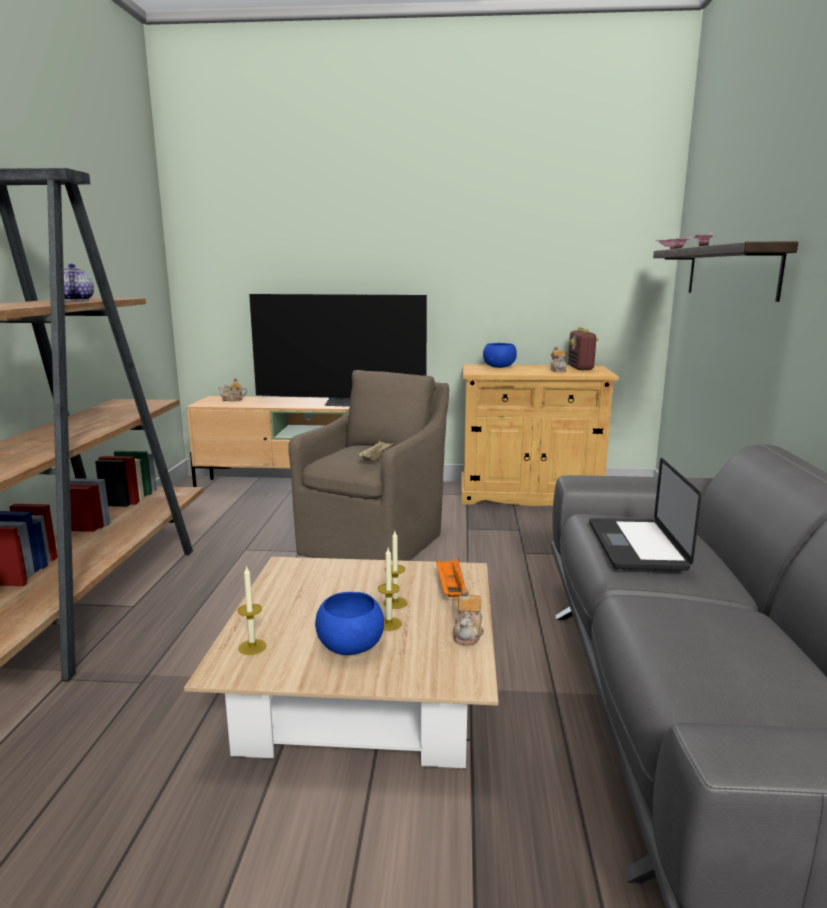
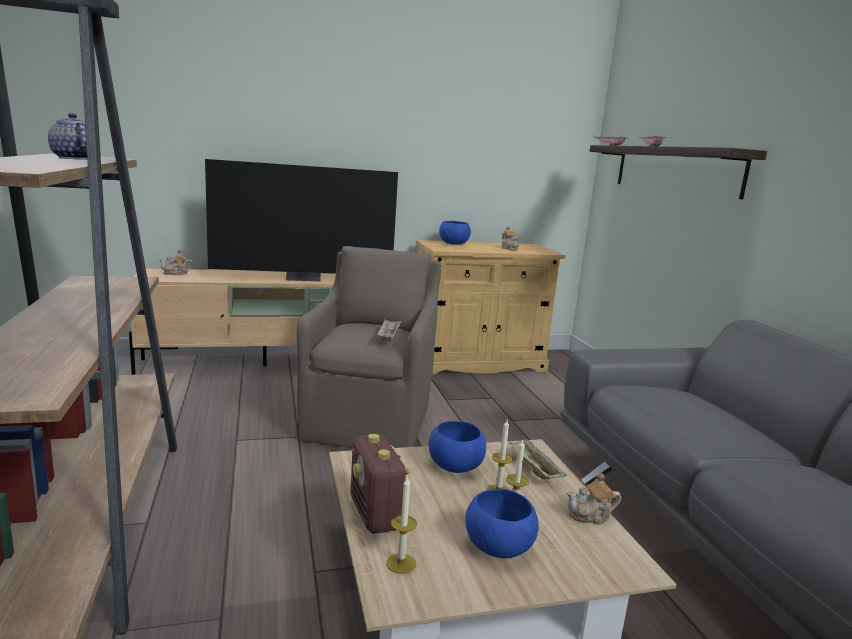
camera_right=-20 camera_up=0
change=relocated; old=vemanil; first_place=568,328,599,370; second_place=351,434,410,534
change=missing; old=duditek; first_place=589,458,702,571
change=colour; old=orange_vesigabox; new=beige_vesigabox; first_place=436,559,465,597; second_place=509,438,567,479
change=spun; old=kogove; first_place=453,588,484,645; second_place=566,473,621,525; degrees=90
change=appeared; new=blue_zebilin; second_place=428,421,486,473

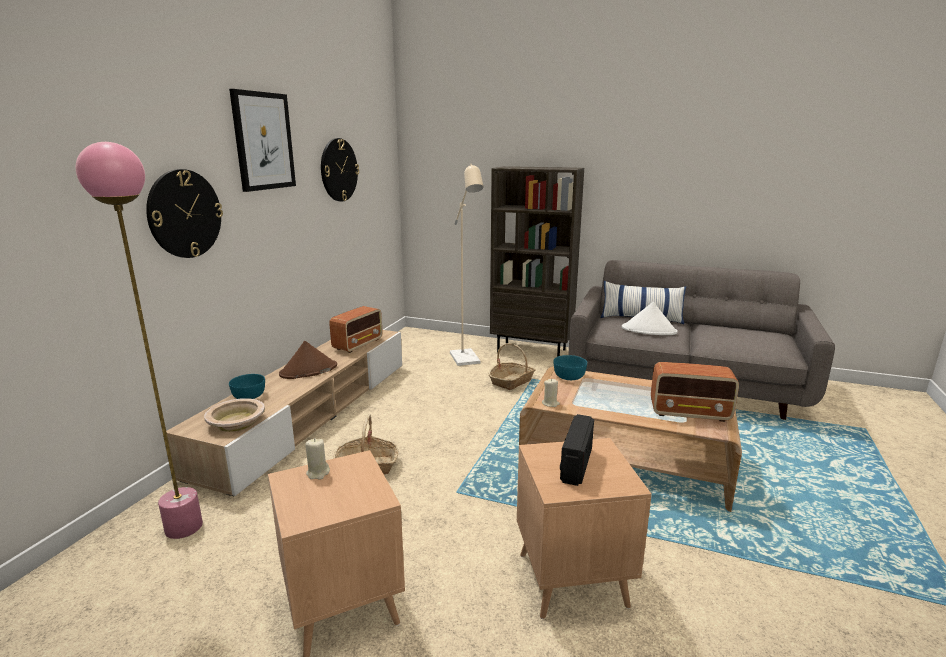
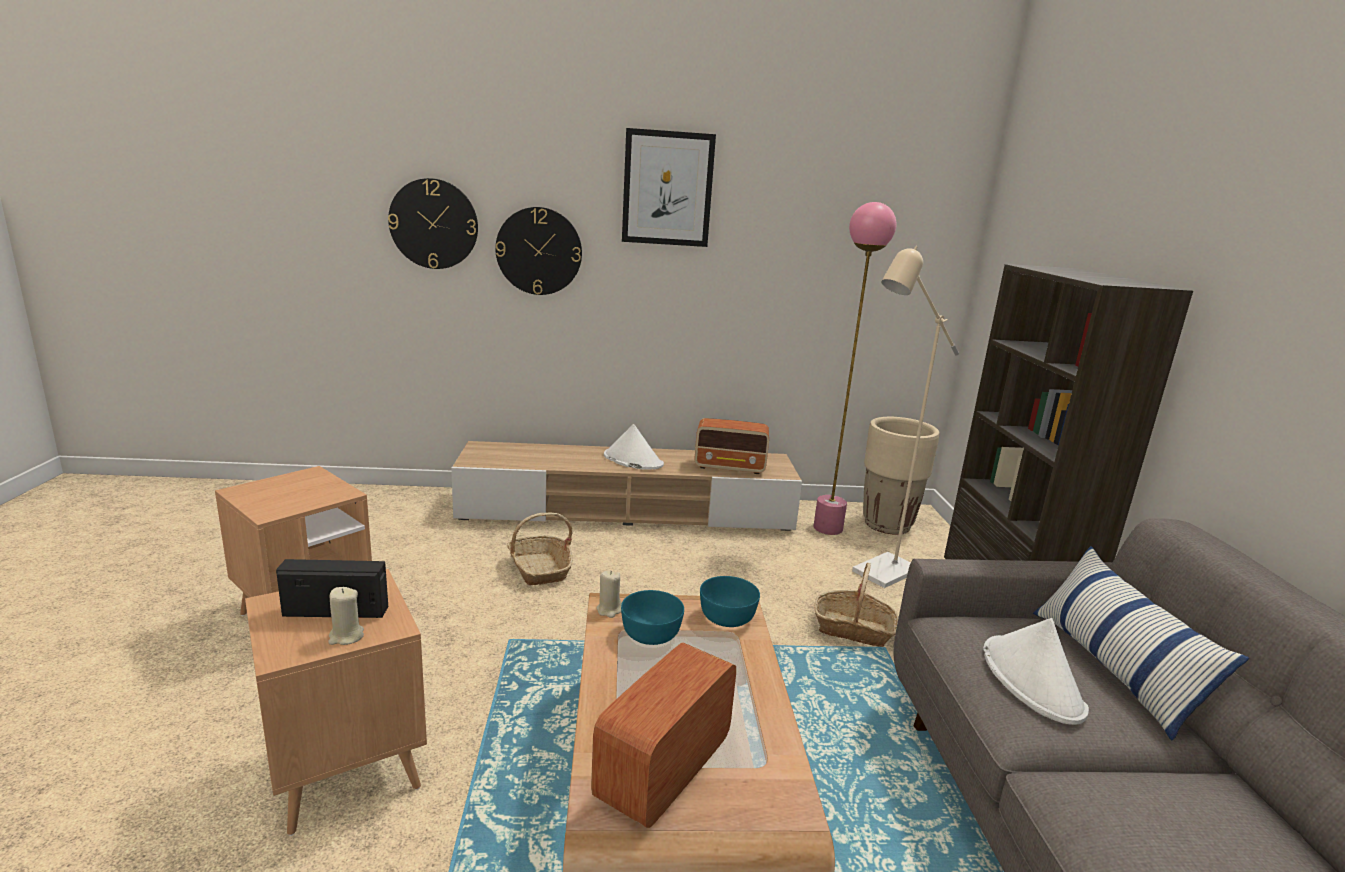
camera_right=65 camera_up=0
change=relocated; old=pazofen; first_place=321,138,359,201; second_place=388,178,478,269
change=relocated; old=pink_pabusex; first_place=75,142,203,539; second_place=814,202,897,535
change=colour; old=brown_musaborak; new=white_musaborak; first_place=279,341,337,379; second_place=604,424,664,470
change=spun; old=vemanil; first_place=651,362,739,422; second_place=591,642,736,828; degrees=45
change=relocated; old=turquoise_zebilin; first_place=229,374,265,399; second_place=621,590,684,645
change=missing; old=beige_zebilin; first_place=204,398,265,432
change=relocated; old=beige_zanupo; first_place=305,439,330,480; second_place=328,587,364,645
change=appeared; new=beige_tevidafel; second_place=863,417,939,535

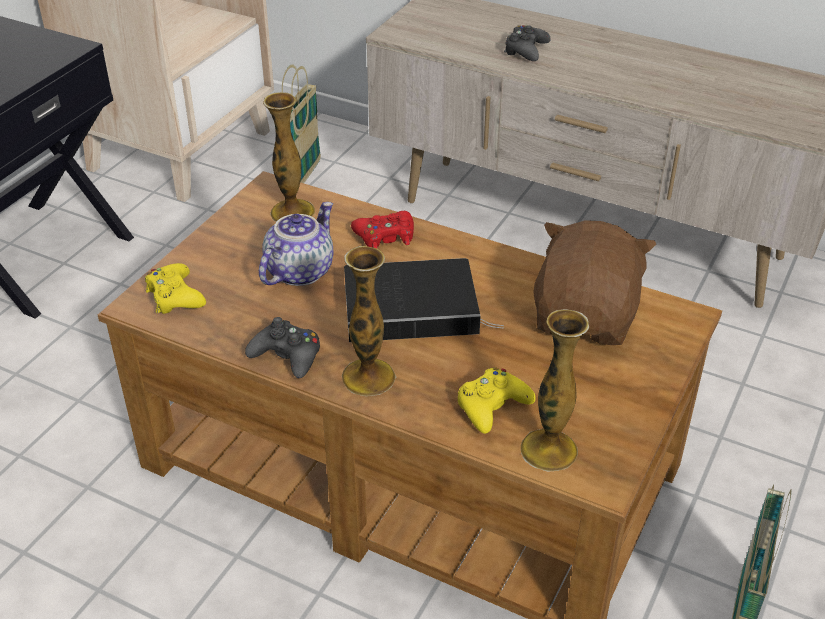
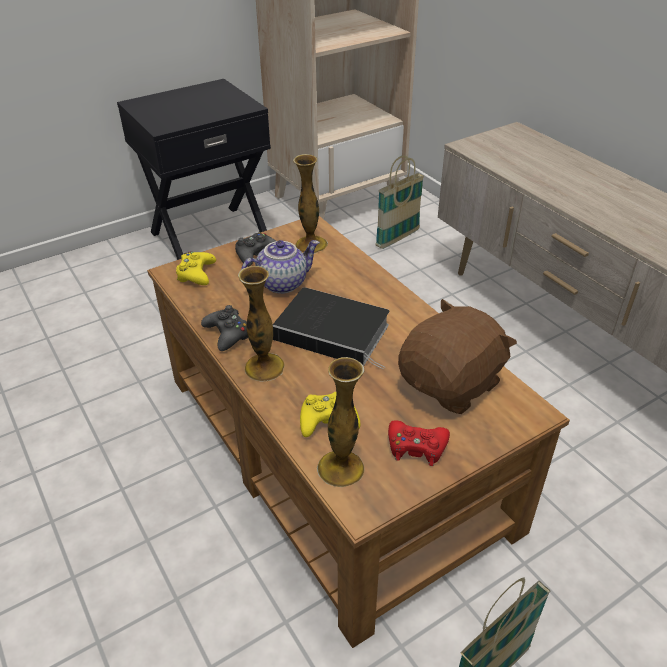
camera_right=30 camera_up=0
change=relocated; old=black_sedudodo; first_place=504,25,551,61; second_place=235,232,276,267
change=relocated; old=red_sedudodo; first_place=351,211,414,249; second_place=388,420,450,466

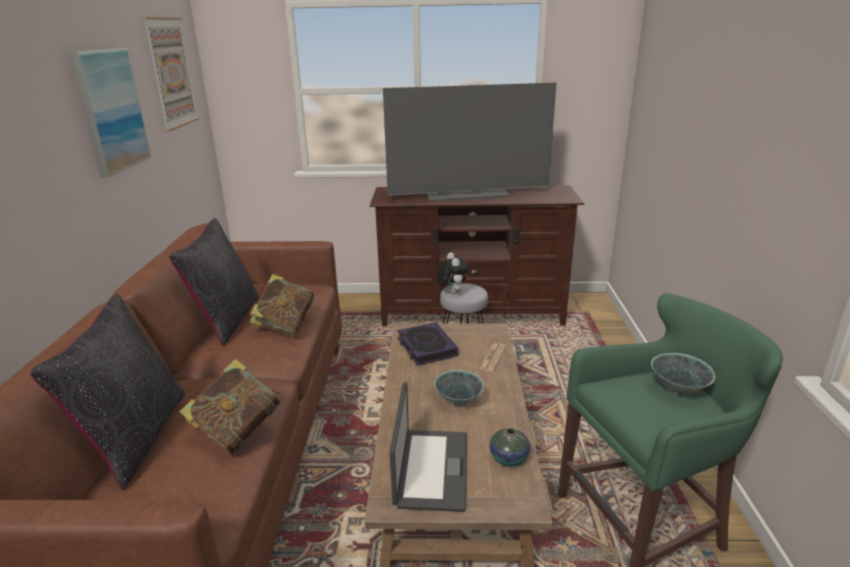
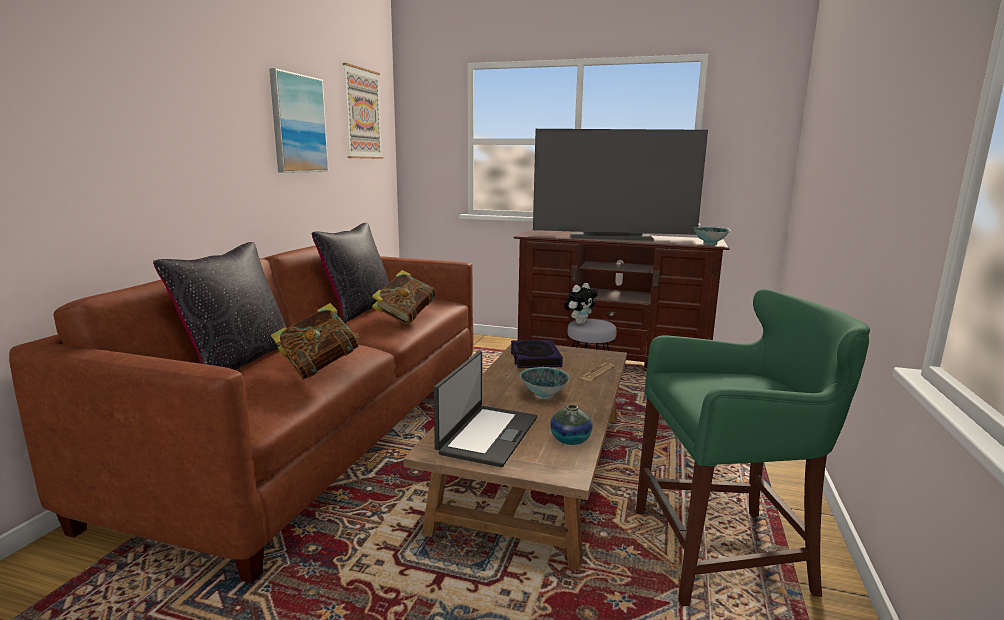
camera_right=15 camera_up=-10
change=spun; old=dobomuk; first_place=437,252,469,294; second_place=564,283,598,324; degrees=45
change=relocated; old=zebilin; first_place=651,353,715,396; second_place=693,227,731,245

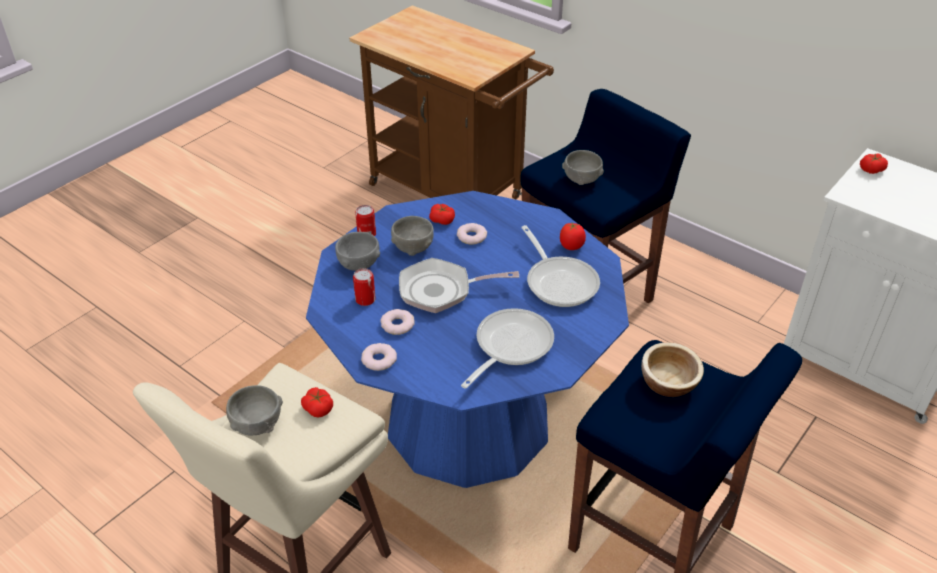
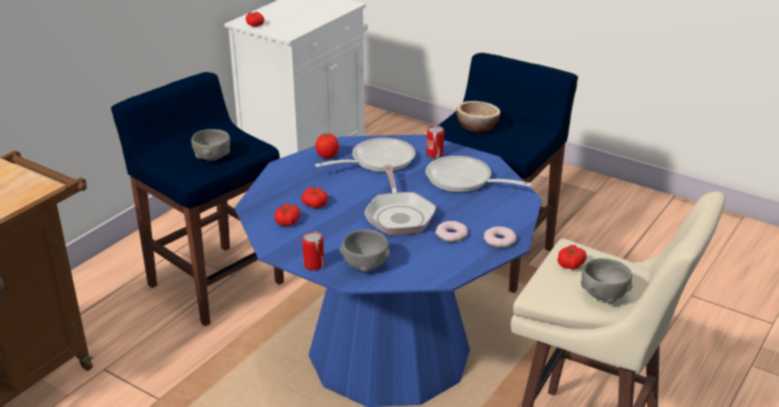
camera_right=-95 camera_up=-10
change=missing; old=grey_zebilin; first_place=391,216,434,256
change=exchanged; old=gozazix; new=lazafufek; first_place=457,223,487,245; second_place=301,187,328,208
change=relocated; old=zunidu; first_place=353,268,376,306; second_place=426,126,444,158

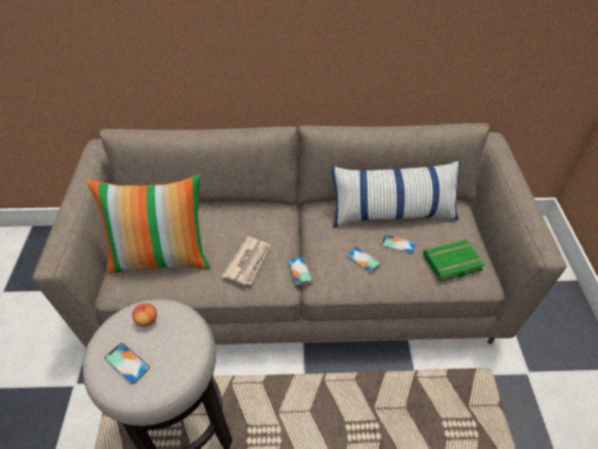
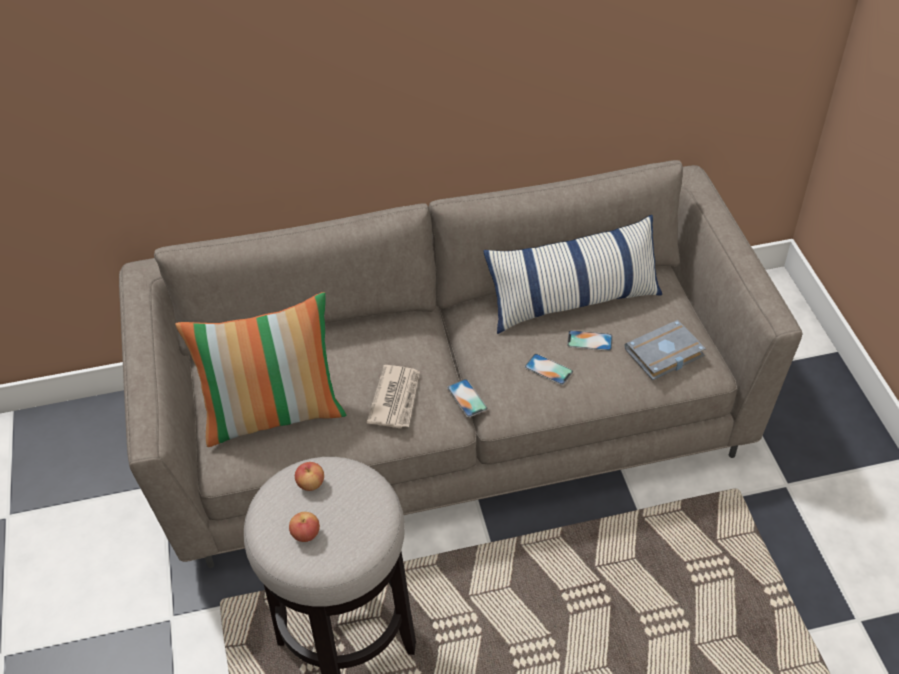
camera_right=-10 camera_up=0
change=colour; old=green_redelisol; new=grey_redelisol; first_place=423,240,485,282; second_place=624,320,706,380
change=exchanged; old=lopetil; new=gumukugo; first_place=104,343,150,384; second_place=289,512,320,542

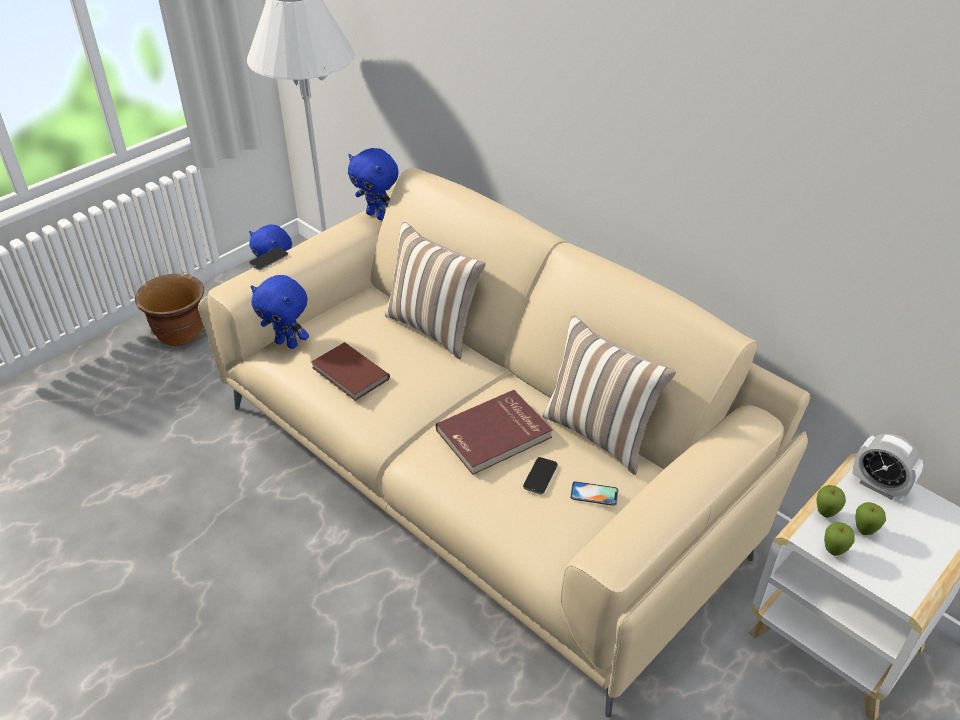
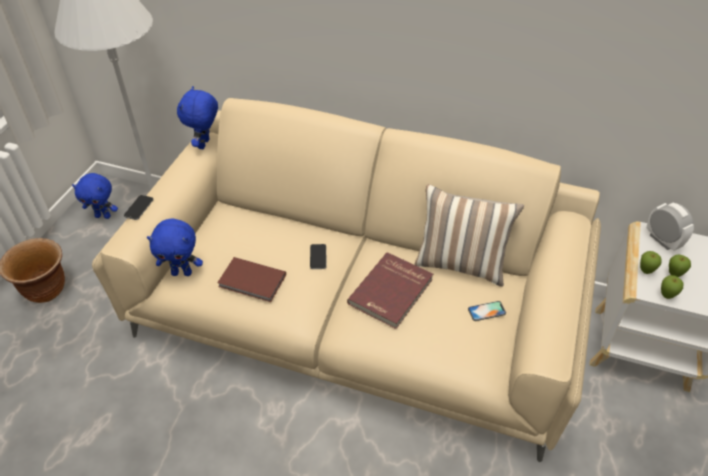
camera_right=-25 camera_up=5
change=spun; old=blue_dobomuk; first_place=348,148,399,220; second_place=177,86,218,149; degrees=90
change=missing; old=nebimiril; first_place=385,222,486,360
change=spun; old=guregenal; first_place=852,433,923,500; second_place=646,203,694,251; degrees=-135
change=relocated; old=lopetil; first_place=523,457,558,494; second_place=310,244,327,269

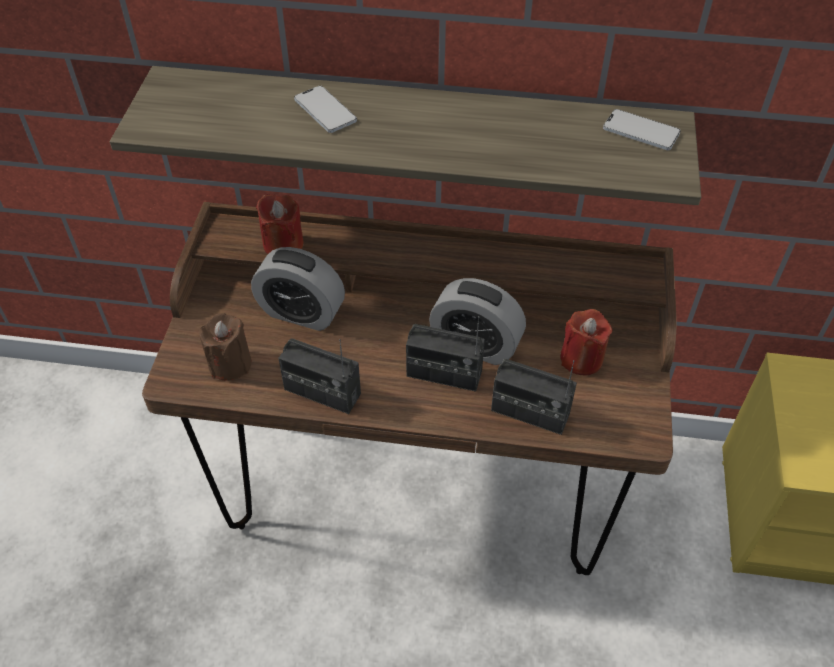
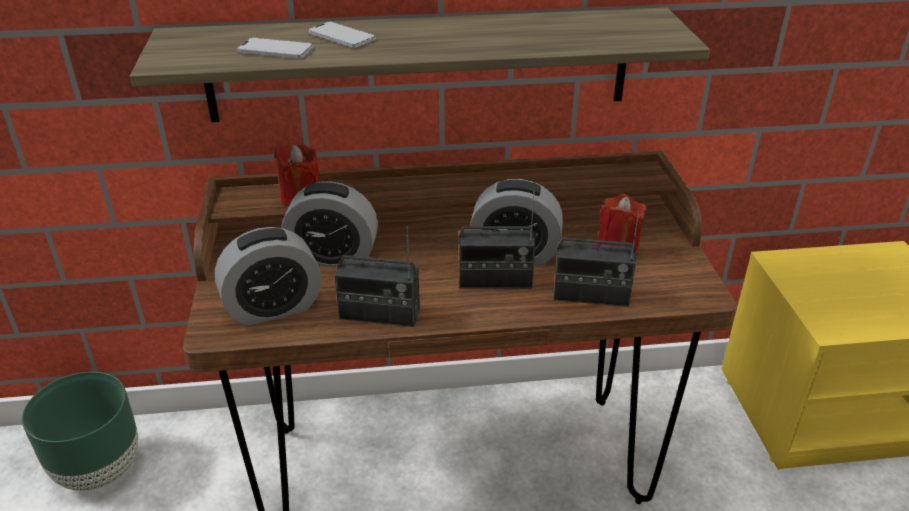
camera_right=-15 camera_up=-15
change=relocated; old=lopetil; first_place=603,109,681,150; second_place=237,38,314,58
change=exchanged; old=brown_zanupo; new=guregenal; first_place=199,313,252,380; second_place=215,227,321,326
change=appeared; new=green_tevidafel; second_place=22,372,138,491

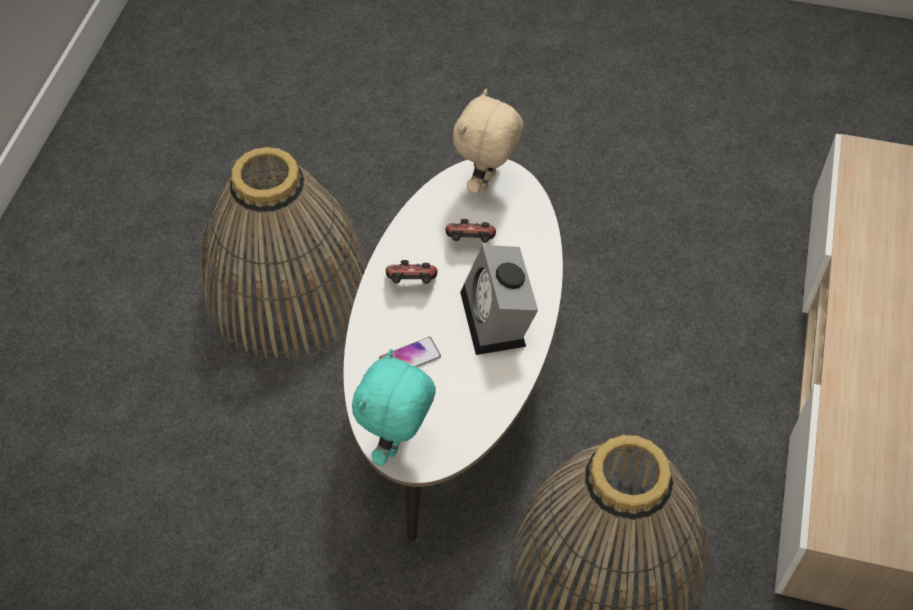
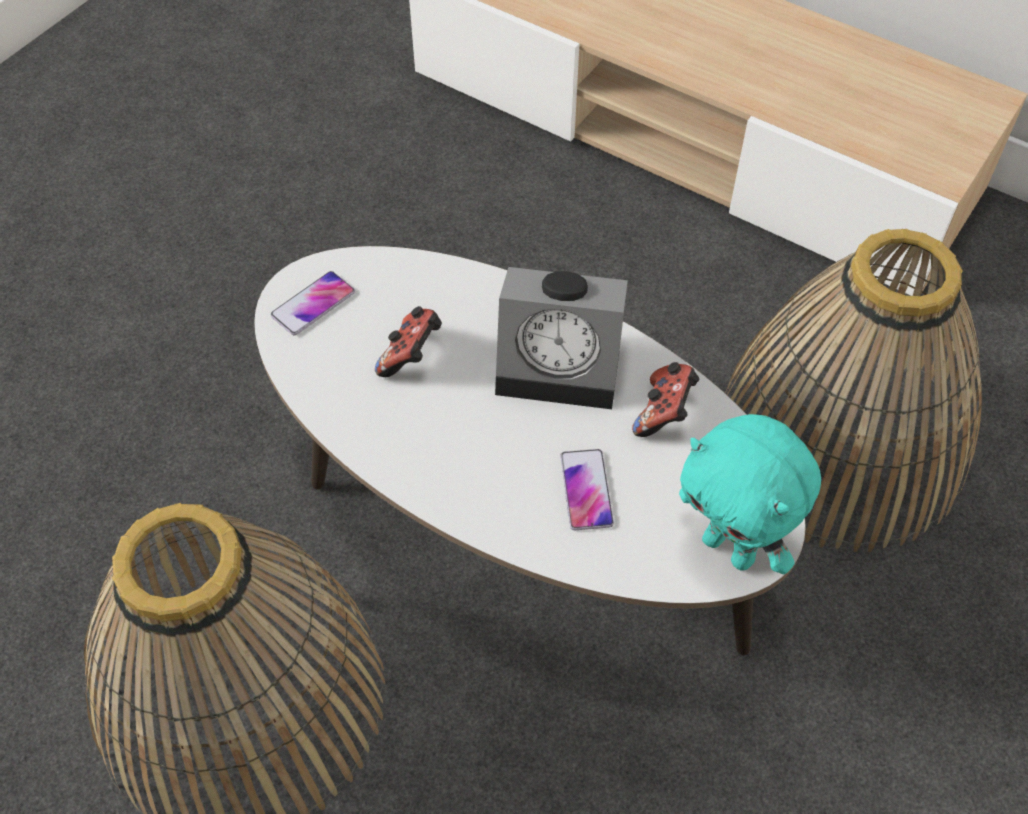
camera_right=-70 camera_up=0
change=exchanged; old=beige_dobomuk; new=lopetil; first_place=453,88,523,194; second_place=271,271,355,336
change=relocated; old=sedudodo; first_place=386,260,437,284; second_place=632,362,699,437

